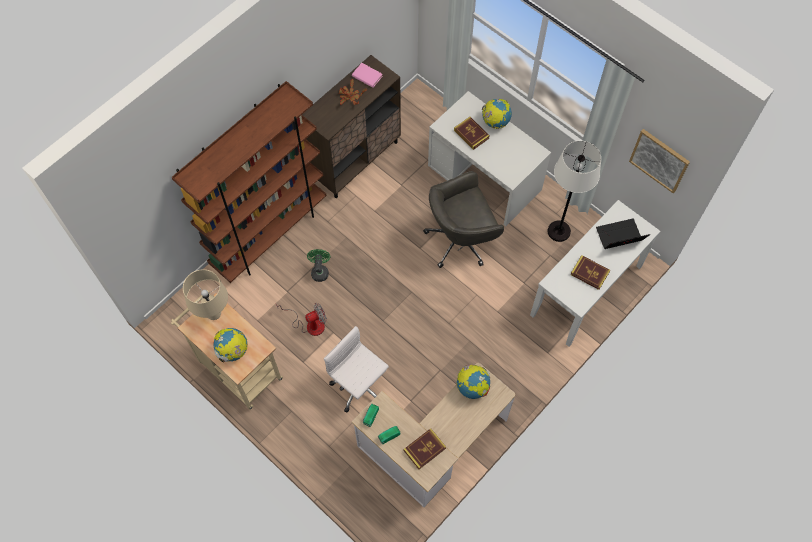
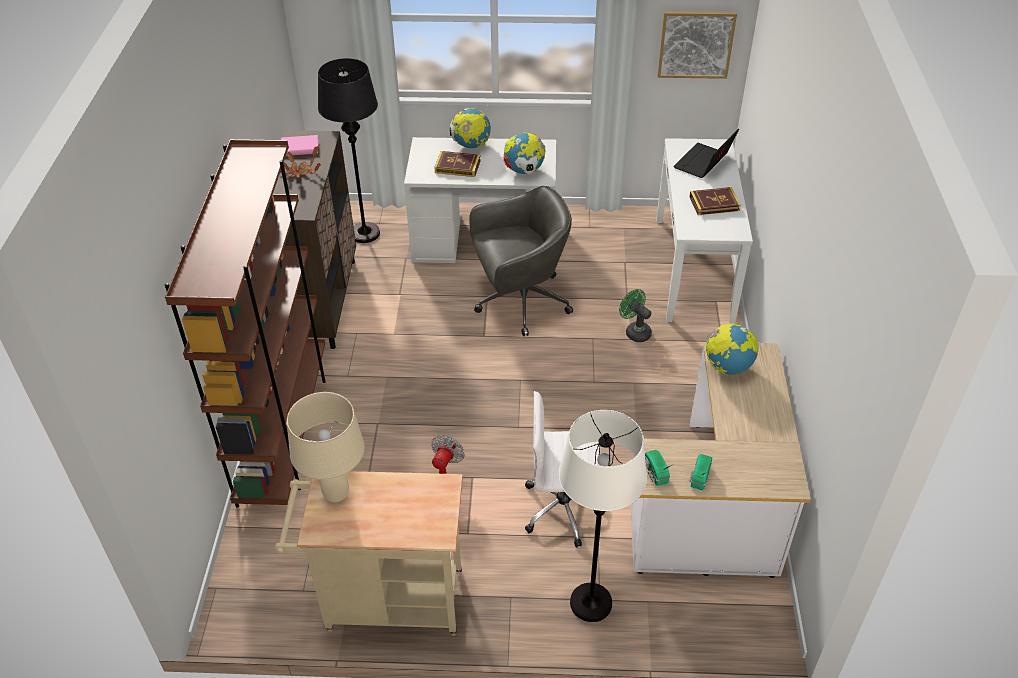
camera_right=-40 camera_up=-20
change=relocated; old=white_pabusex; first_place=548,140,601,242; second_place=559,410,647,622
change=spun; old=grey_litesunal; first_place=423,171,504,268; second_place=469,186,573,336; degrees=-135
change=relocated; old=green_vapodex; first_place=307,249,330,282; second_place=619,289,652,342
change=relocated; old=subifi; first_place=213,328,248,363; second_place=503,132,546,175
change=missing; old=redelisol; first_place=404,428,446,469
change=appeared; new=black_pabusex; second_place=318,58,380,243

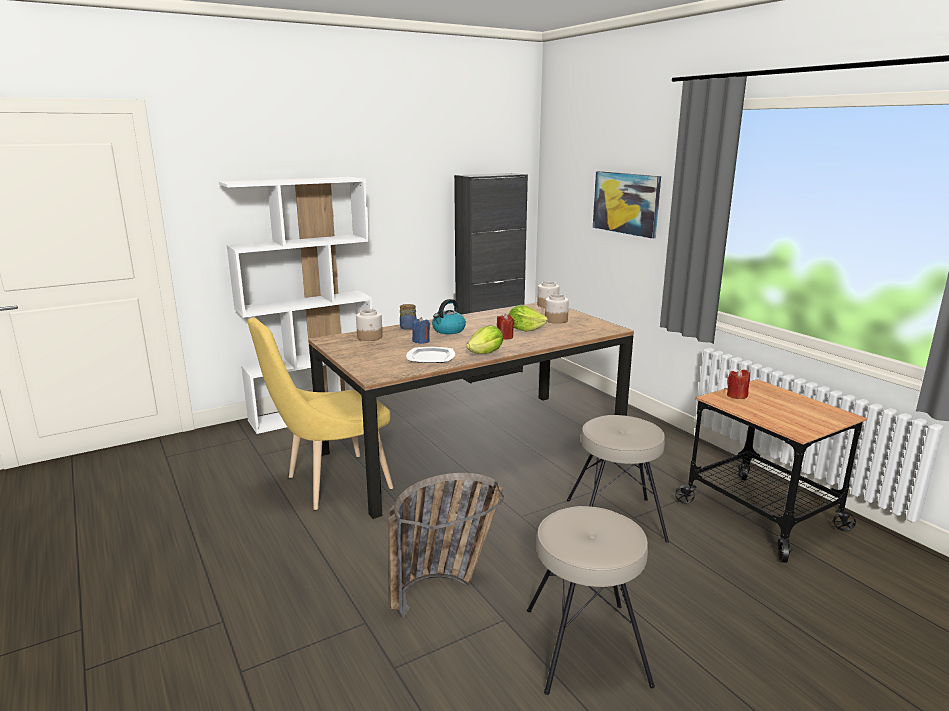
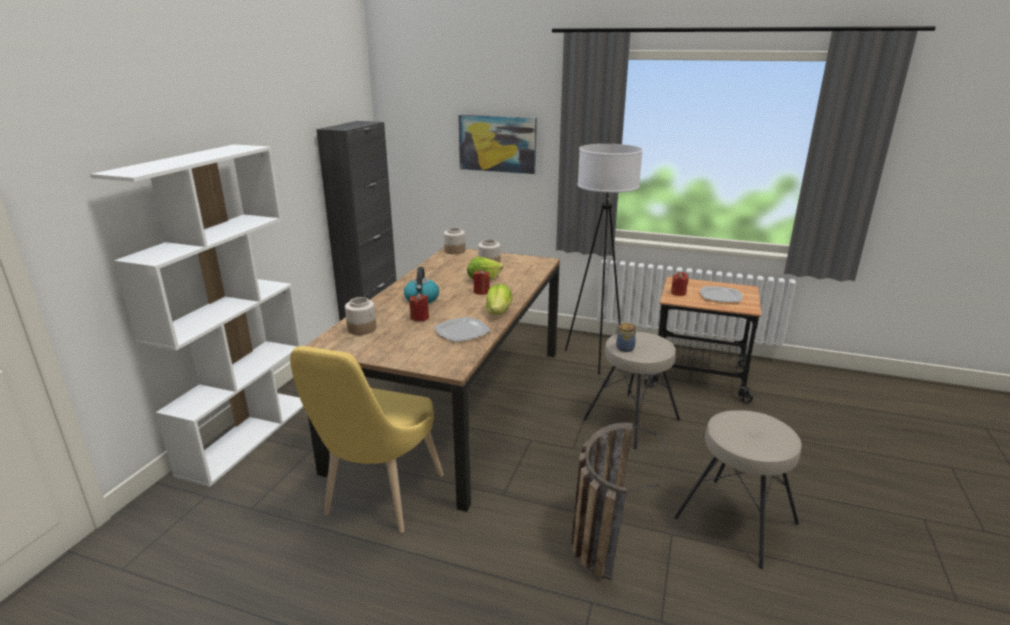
camera_right=-40 camera_up=5
change=relocated; old=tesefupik; first_place=400,304,417,330; second_place=614,323,636,352
change=colour; old=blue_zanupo; new=red_zanupo; first_place=412,317,430,344; second_place=410,293,429,321
change=appeared; new=white_pabusex; second_place=565,144,643,375
change=appeared; new=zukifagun; second_place=700,286,743,302

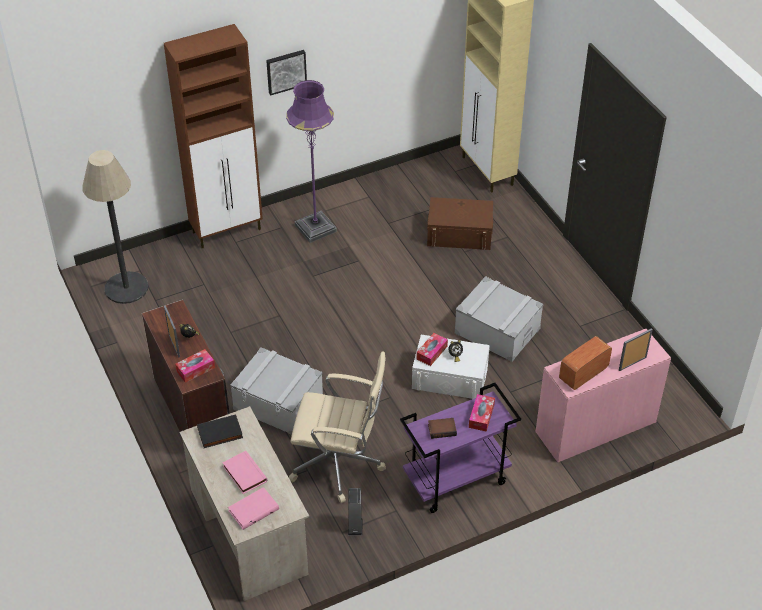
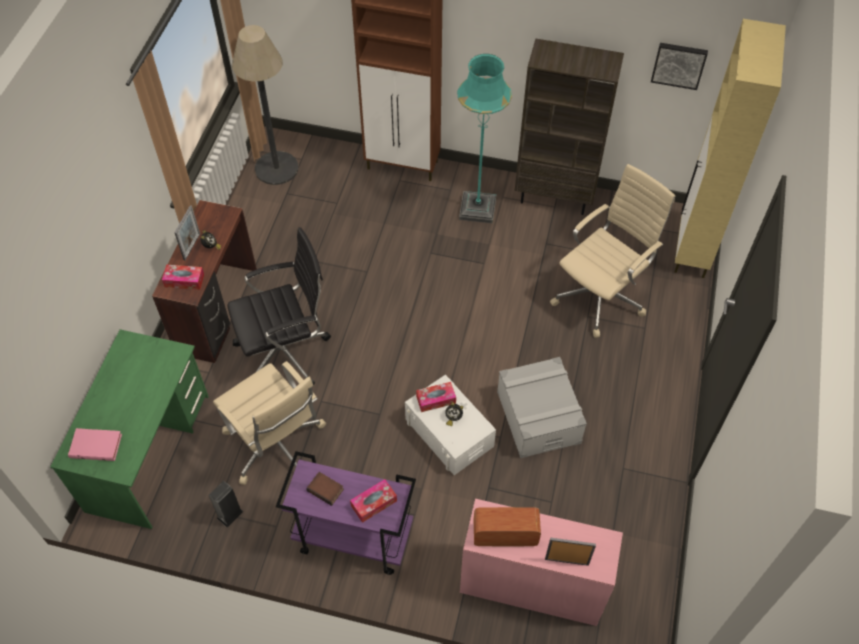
camera_right=40 camera_up=10
change=relocated; old=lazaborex; first_place=266,50,307,95; second_place=651,43,708,90
change=colour; old=purple_pabusex; new=turquoise_pabusex; first_place=286,80,337,243; second_place=457,54,512,223
change=exchanged; old=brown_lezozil; new=beige_litesunal; first_place=427,197,493,250; second_place=550,164,675,338
change=exchanged; old=grey_lezozil; new=black_litesunal; first_place=230,347,323,435; second_place=227,227,331,385
change=colour; old=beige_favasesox; new=green_favasesox; first_place=179,406,309,601; second_place=50,329,209,529
change=missing; old=black_redelisol; first_place=197,415,243,448
change=missing; old=pink_redelisol; first_place=222,451,267,494
change=appeared; new=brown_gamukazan; second_place=515,39,624,215

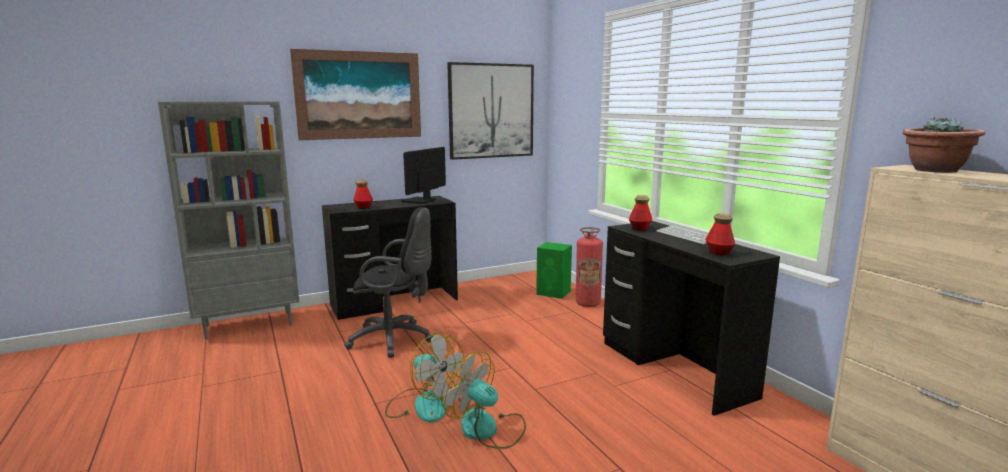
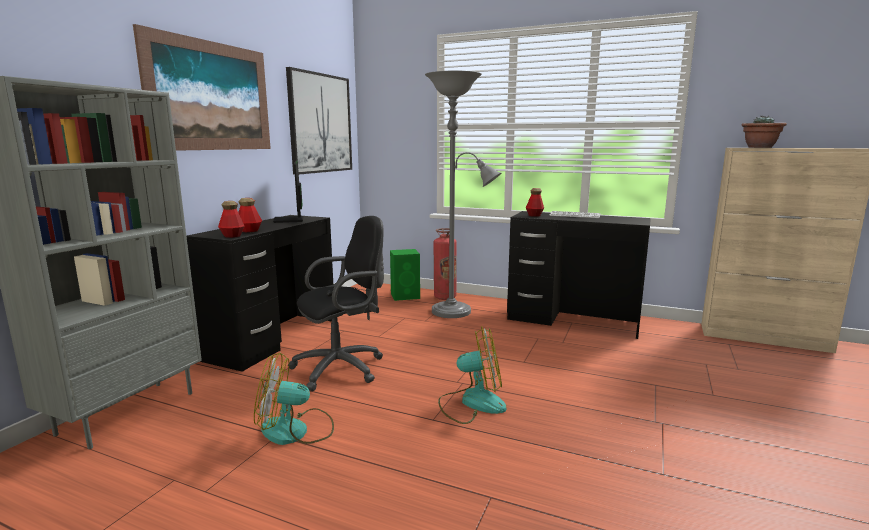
camera_right=-40 camera_up=0
change=relocated; old=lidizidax; first_place=705,213,735,255; second_place=218,201,244,238
change=relocated; old=vapodex; first_place=441,351,526,449; second_place=254,353,334,445
change=appeared; new=grey_pabusex; second_place=425,71,501,318

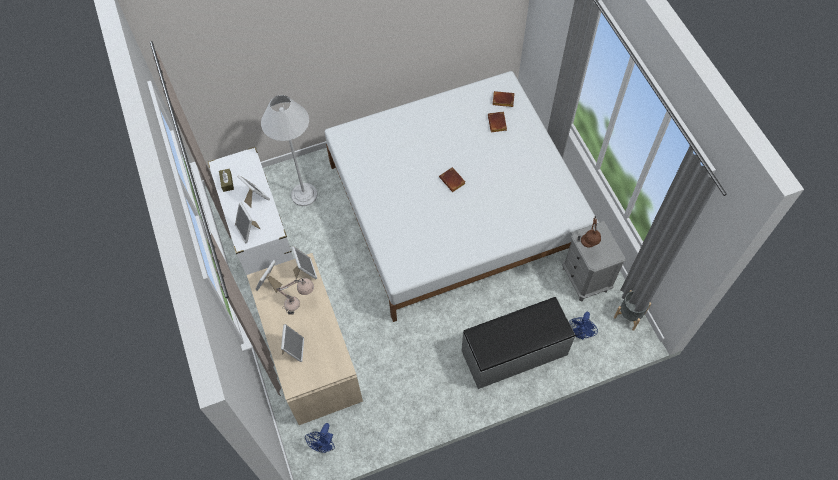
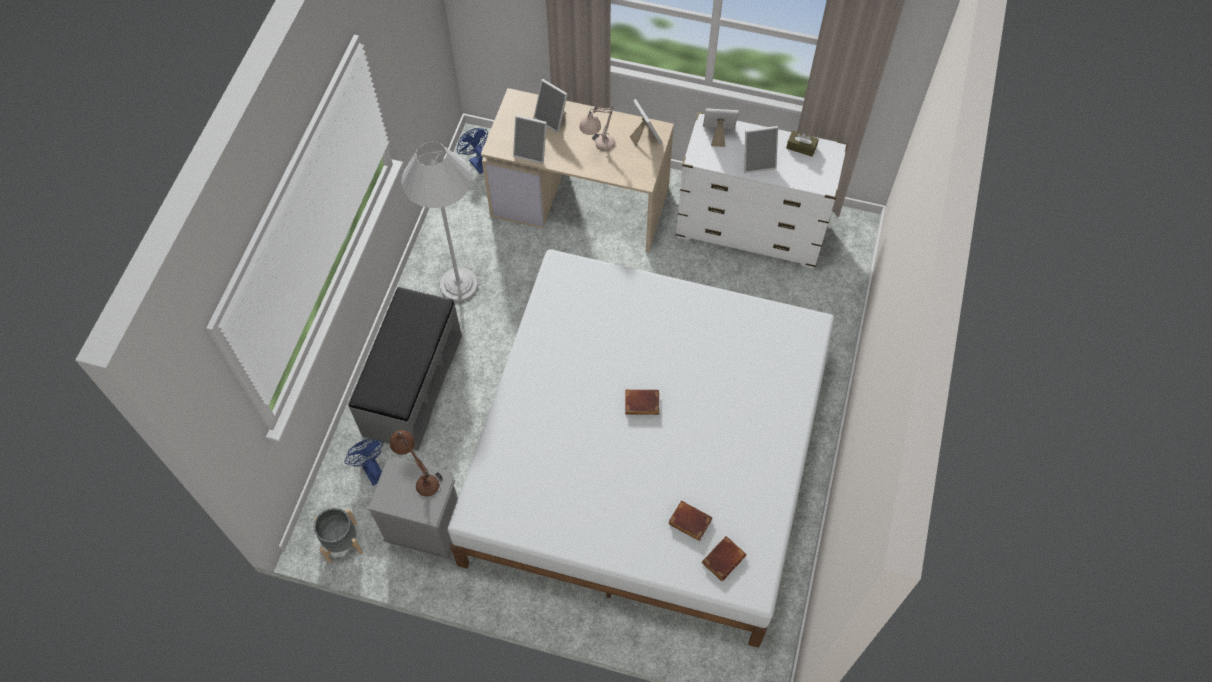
camera_right=125 camera_up=0
change=relocated; old=white_pabusex; first_place=261,95,318,206; second_place=401,141,478,301
change=relocated; old=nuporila; first_place=292,246,317,279; second_place=513,115,547,164

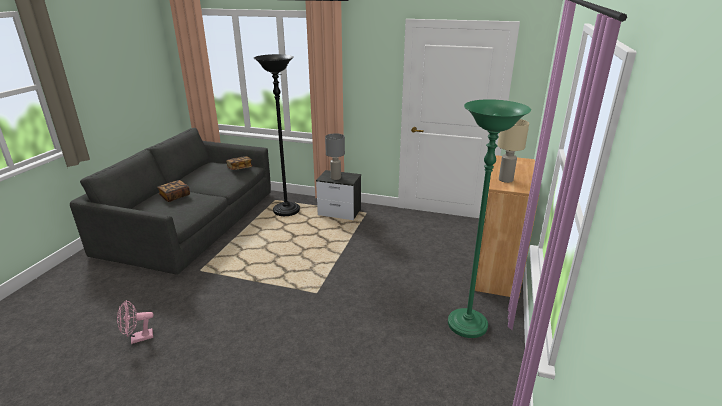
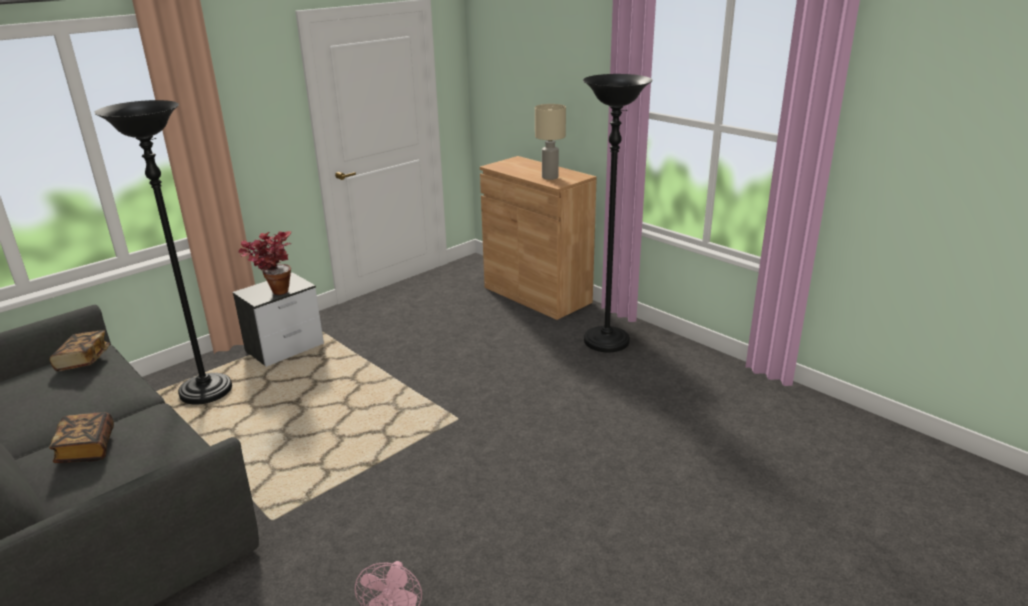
camera_right=-60 camera_up=0
change=colour; old=green_pabusex; new=black_pabusex; first_place=448,99,531,338; second_place=583,74,653,353
change=exchanged; old=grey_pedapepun; new=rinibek; first_place=325,133,345,180; second_place=239,231,291,295

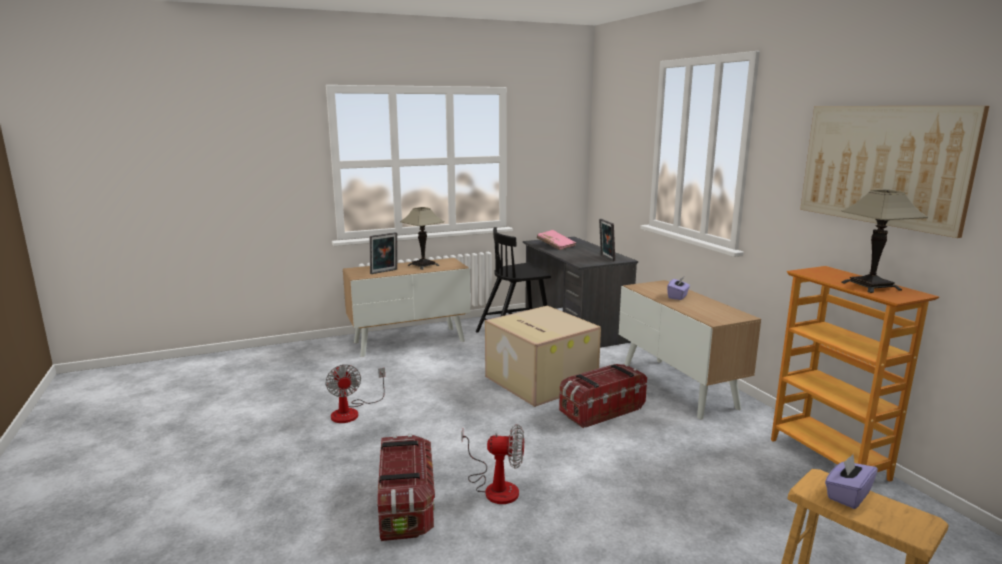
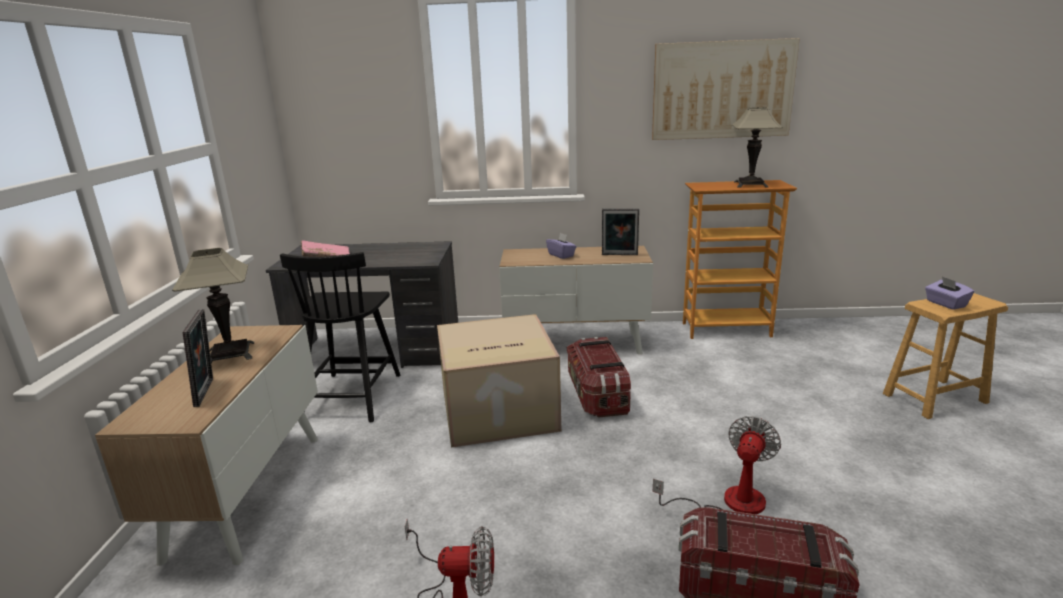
camera_right=-65 camera_up=5
change=relocated; old=nuporila; first_place=599,219,615,261; second_place=602,208,639,255

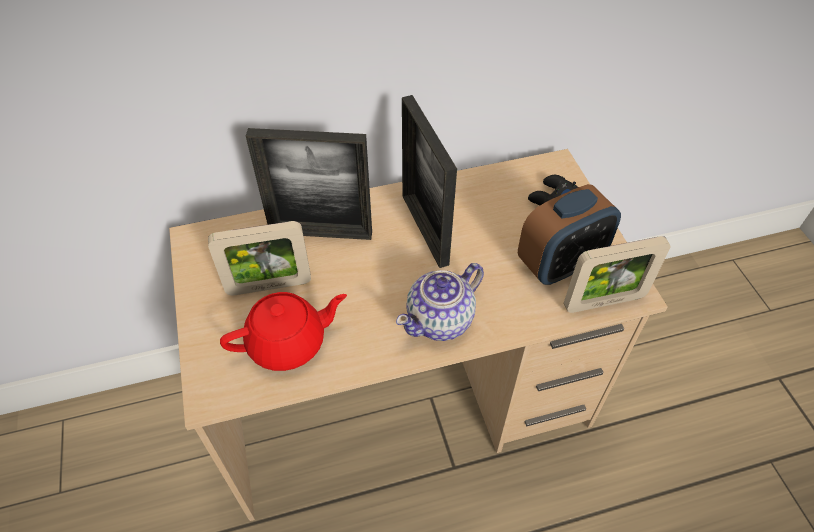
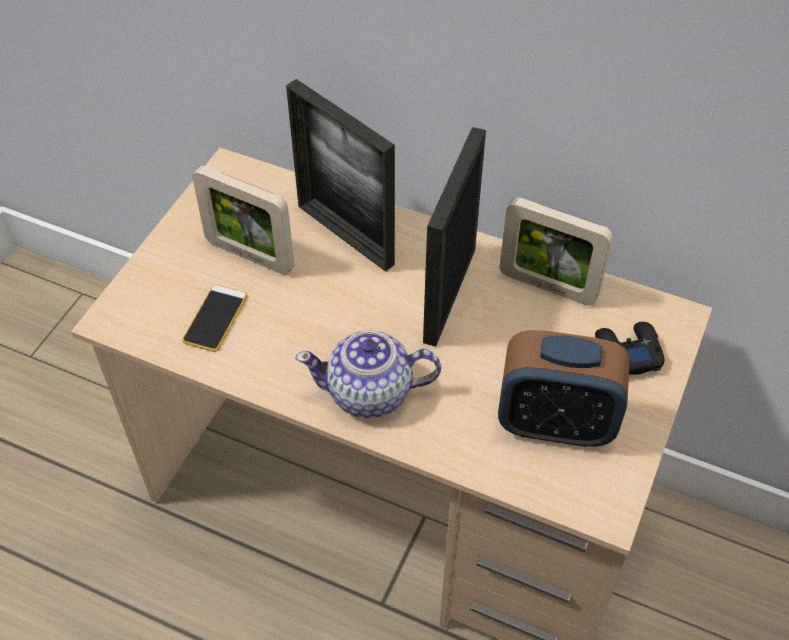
camera_right=40 camera_up=0
change=relocated; old=nuporila; first_place=564,236,671,313; second_place=500,197,613,305
change=exchanged; old=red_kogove; new=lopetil; first_place=220,292,347,371; second_place=182,285,247,352

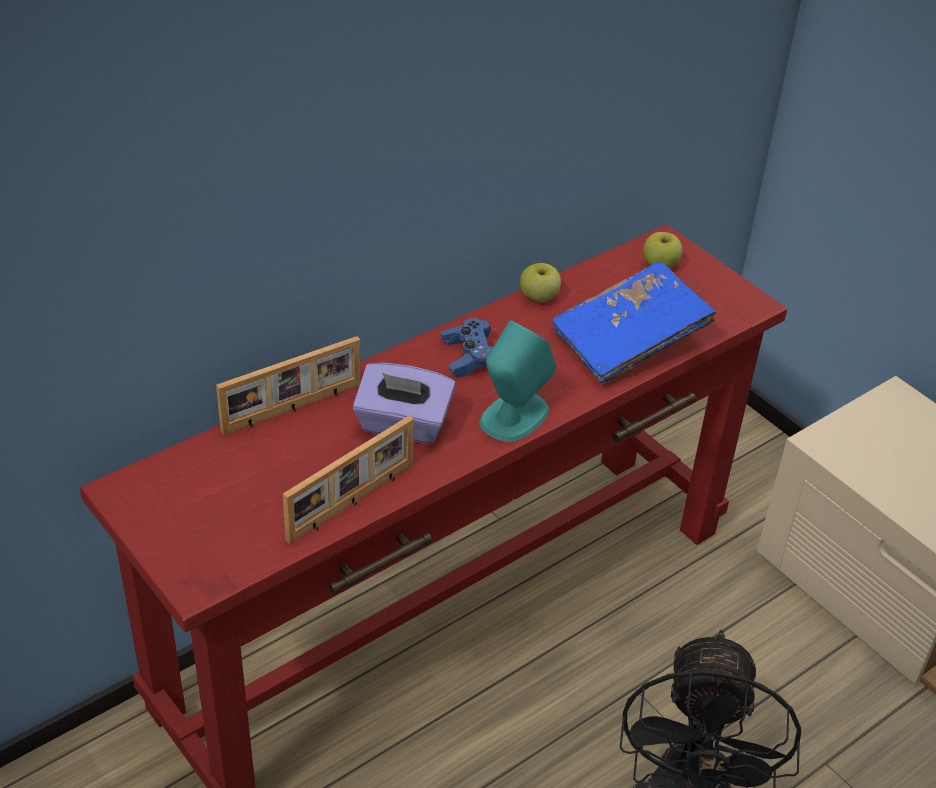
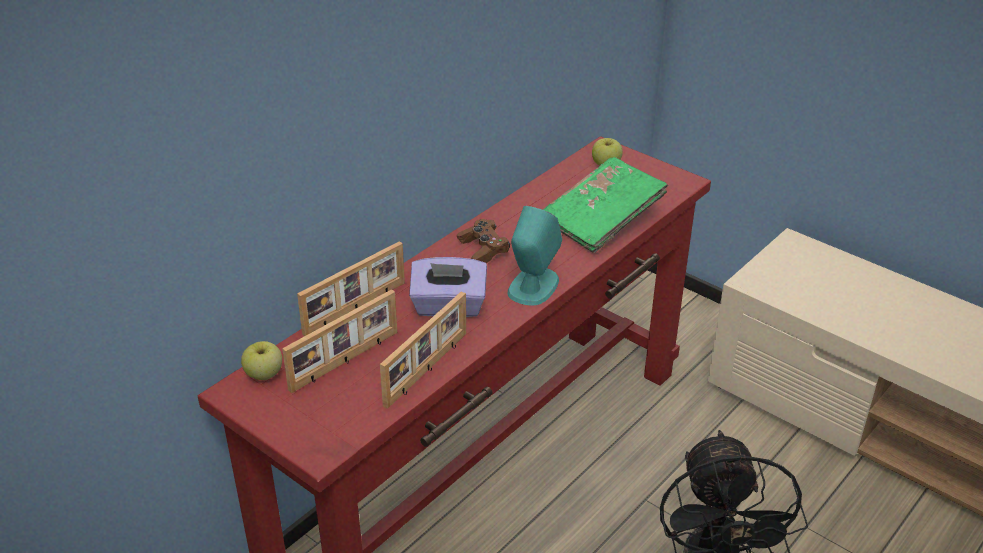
camera_right=-10 camera_up=-5
change=colour; old=blue_redelisol; new=green_redelisol; first_place=553,262,717,385; second_place=543,157,669,253
change=relocated; old=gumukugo; first_place=520,263,561,302; second_place=241,341,282,380
change=colour; old=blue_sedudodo; new=brown_sedudodo; first_place=441,318,493,377; second_place=457,219,510,263
change=appeared; new=nuporila; second_place=282,289,397,393

